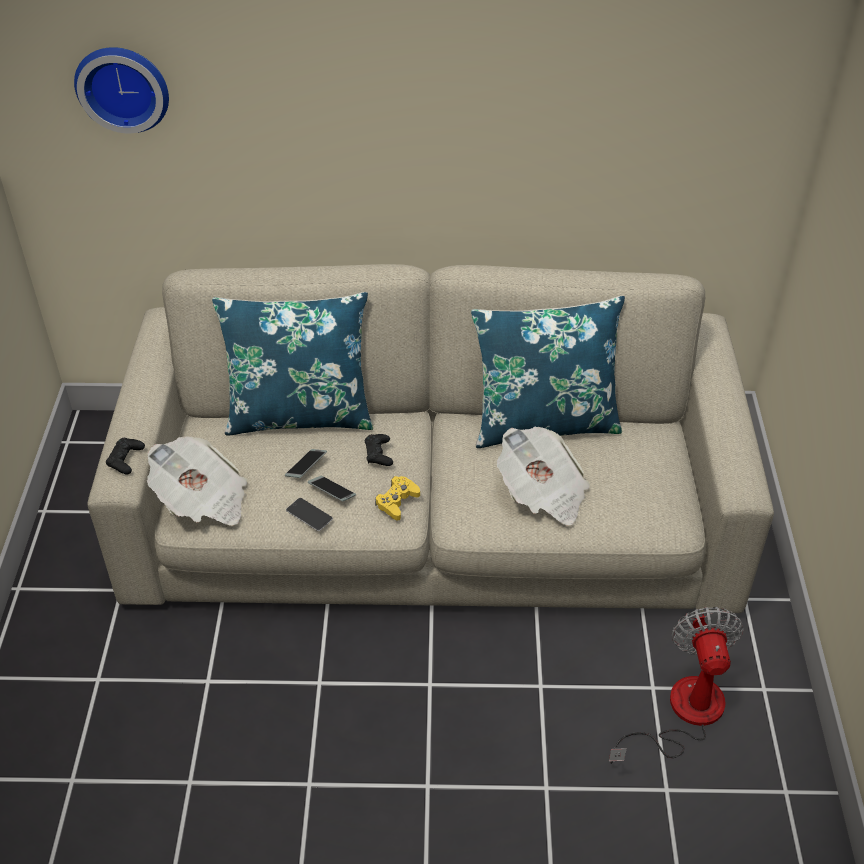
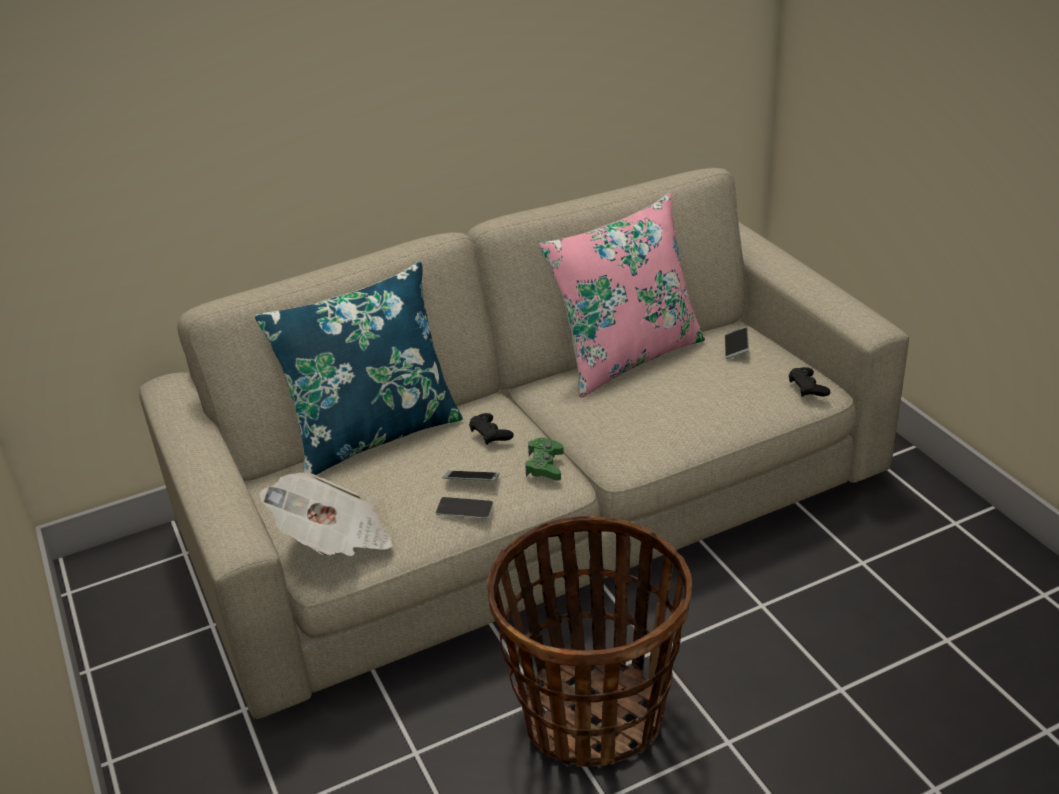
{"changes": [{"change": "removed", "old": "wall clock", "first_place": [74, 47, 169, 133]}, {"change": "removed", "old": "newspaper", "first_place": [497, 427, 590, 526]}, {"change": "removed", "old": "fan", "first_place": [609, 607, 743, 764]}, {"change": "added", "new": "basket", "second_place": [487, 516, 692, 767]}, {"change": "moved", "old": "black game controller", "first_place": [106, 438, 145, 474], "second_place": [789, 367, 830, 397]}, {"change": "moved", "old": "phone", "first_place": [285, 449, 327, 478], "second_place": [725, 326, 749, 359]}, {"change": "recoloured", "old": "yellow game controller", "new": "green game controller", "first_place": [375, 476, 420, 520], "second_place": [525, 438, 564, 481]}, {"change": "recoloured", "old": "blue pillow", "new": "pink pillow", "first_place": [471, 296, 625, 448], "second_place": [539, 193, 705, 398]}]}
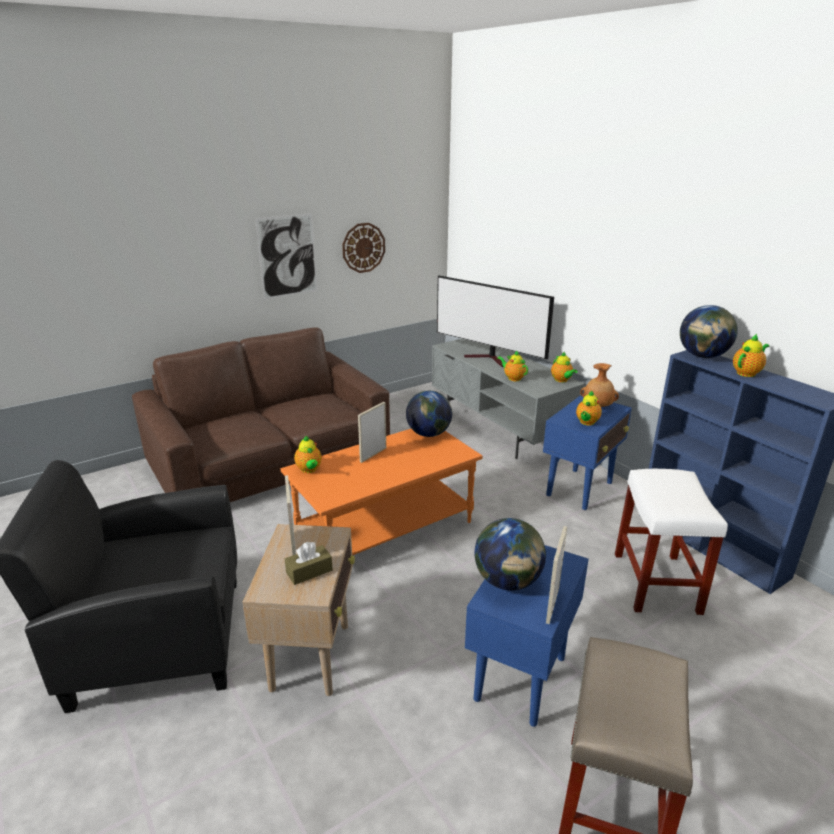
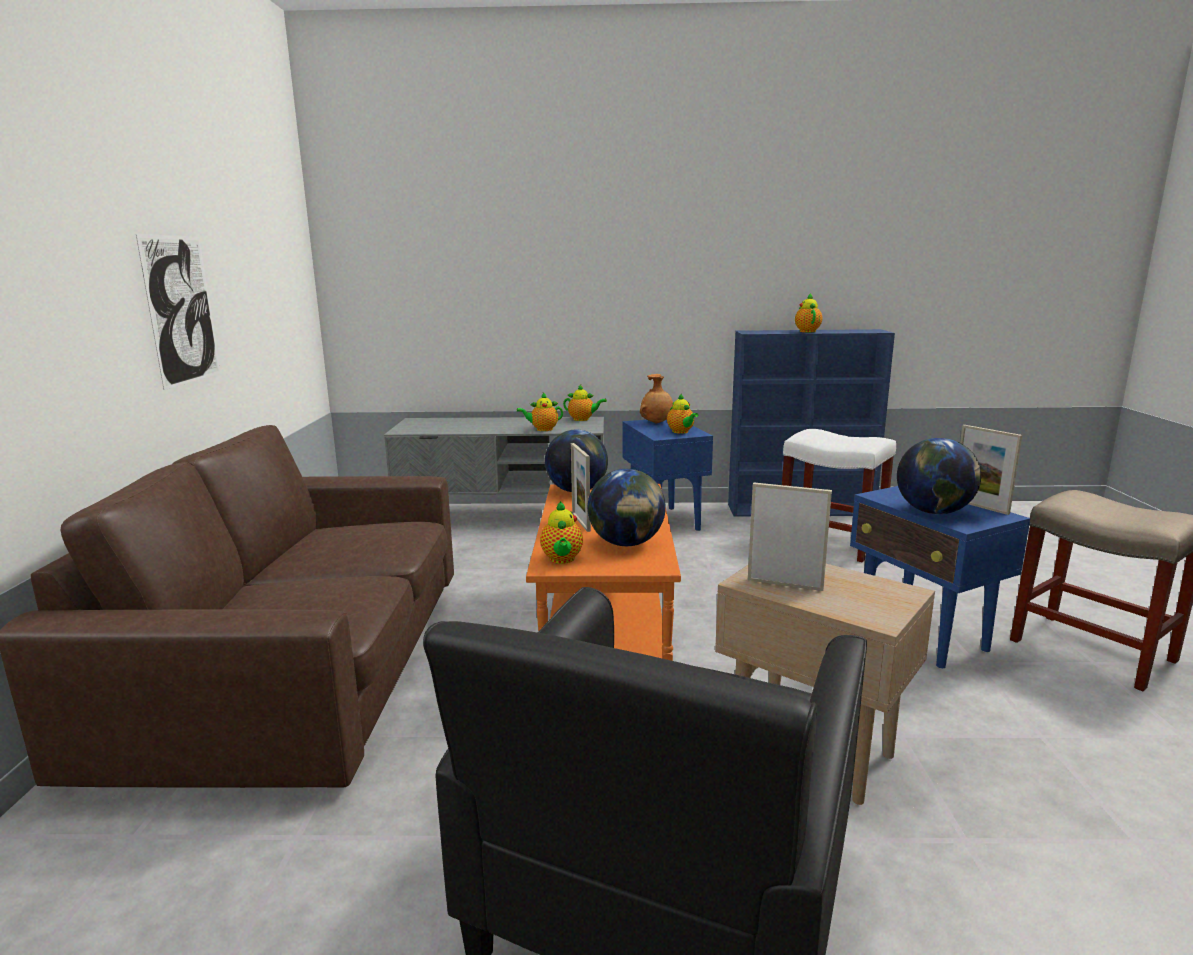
{"changes": [{"change": "removed", "old": "brown tissue box", "first_place": [285, 542, 333, 585]}, {"change": "removed", "old": "wall clock", "first_place": [342, 223, 385, 273]}, {"change": "removed", "old": "television", "first_place": [437, 275, 554, 367]}, {"change": "moved", "old": "globe", "first_place": [680, 305, 738, 358], "second_place": [588, 469, 666, 546]}, {"change": "turned", "old": "teapot", "first_place": [294, 436, 322, 473], "second_place": [540, 501, 583, 564], "degrees": 75}]}
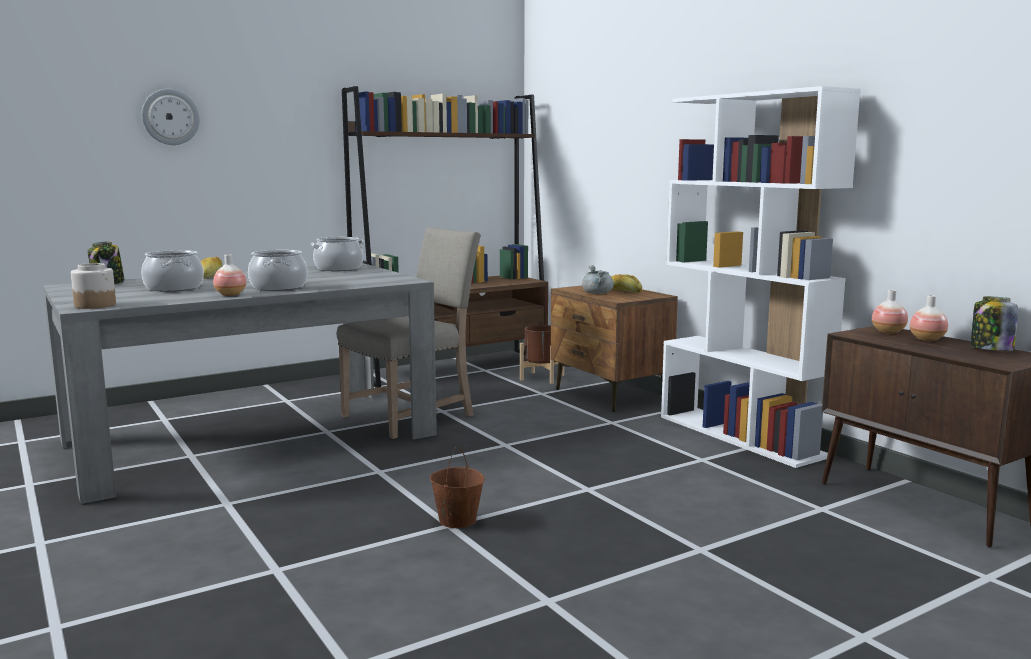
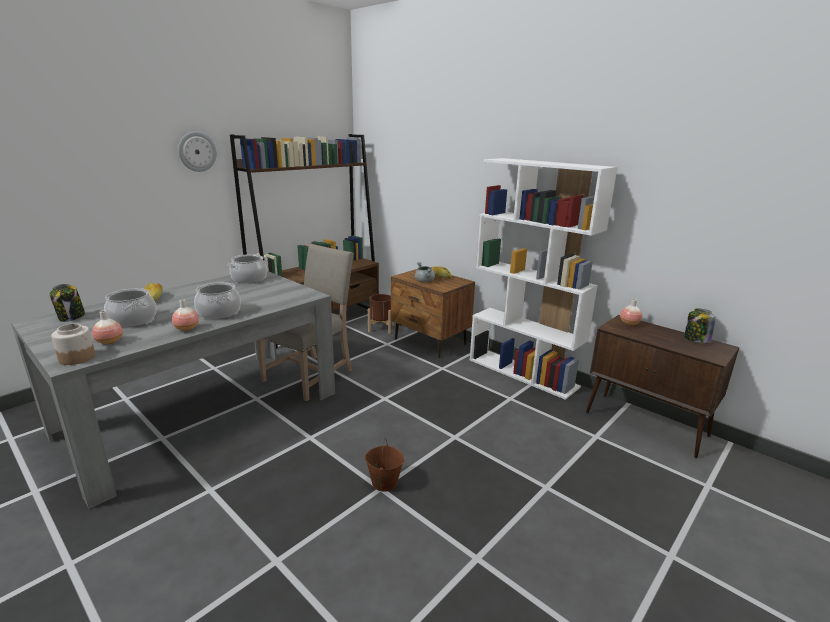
{"changes": [{"change": "moved", "old": "wall clock", "first_place": [142, 89, 200, 145], "second_place": [178, 132, 217, 172]}, {"change": "moved", "old": "vase", "first_place": [910, 295, 948, 341], "second_place": [92, 310, 123, 345]}]}
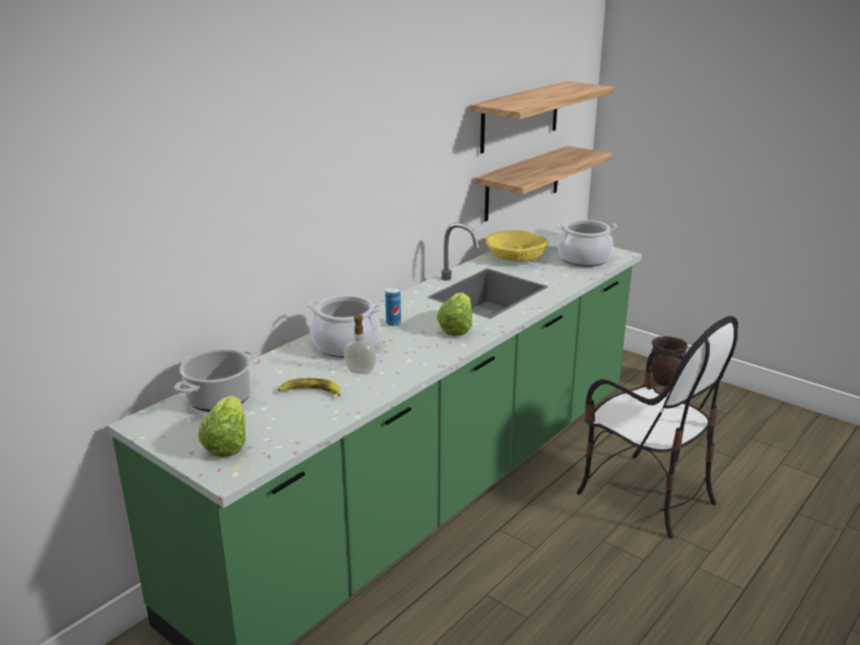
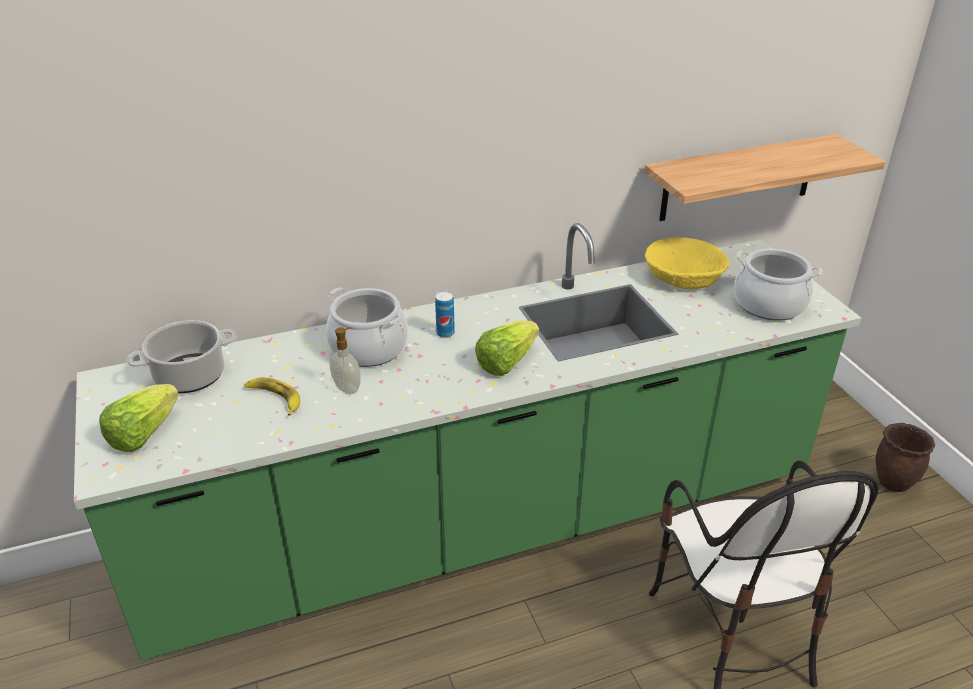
{"changes": [{"change": "removed", "old": "shelf", "first_place": [470, 81, 614, 154]}]}
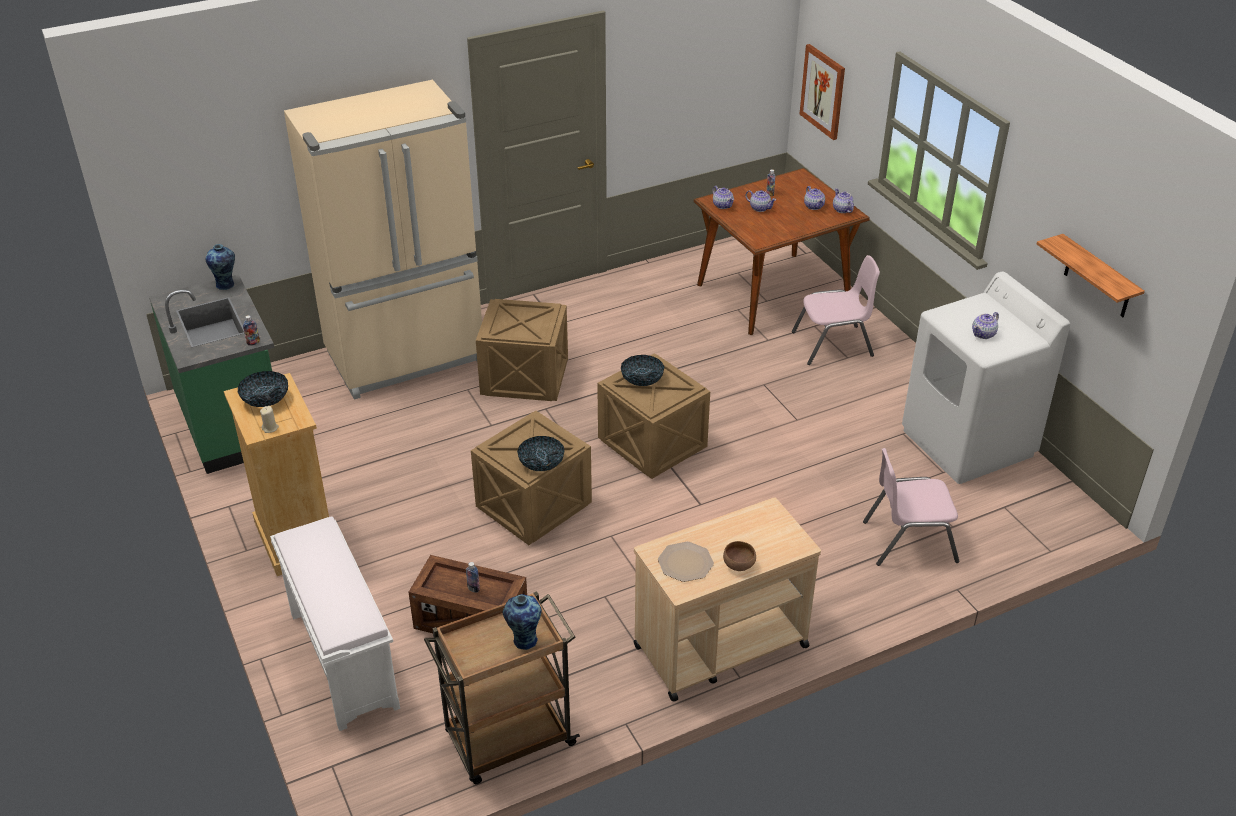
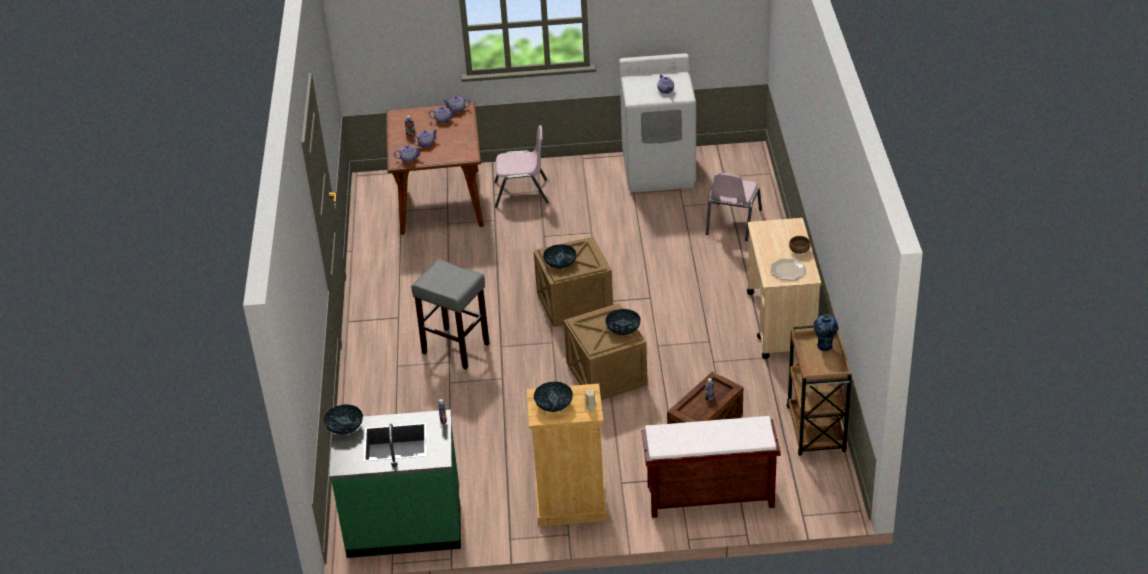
{"changes": [{"change": "removed", "old": "beige fridge", "first_place": [284, 80, 482, 400]}, {"change": "removed", "old": "picture", "first_place": [800, 44, 845, 140]}, {"change": "removed", "old": "shelf", "first_place": [1037, 234, 1145, 317]}, {"change": "replaced", "old": "vase", "new": "bowl", "first_place": [206, 244, 235, 290], "second_place": [324, 404, 363, 435]}, {"change": "replaced", "old": "crate", "new": "grey stool", "first_place": [476, 299, 568, 401], "second_place": [411, 259, 490, 369]}, {"change": "recoloured", "old": "white bench", "new": "brown bench", "first_place": [270, 517, 400, 731], "second_place": [641, 416, 781, 518]}, {"change": "turned", "old": "pink chair", "first_place": [792, 255, 880, 365], "second_place": [494, 125, 549, 208], "degrees": 75}]}
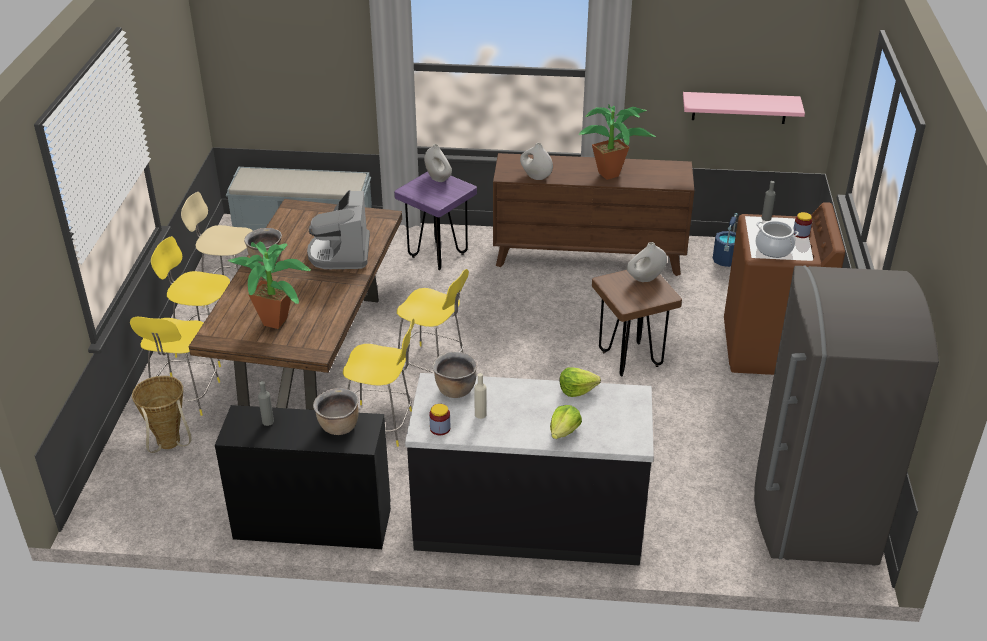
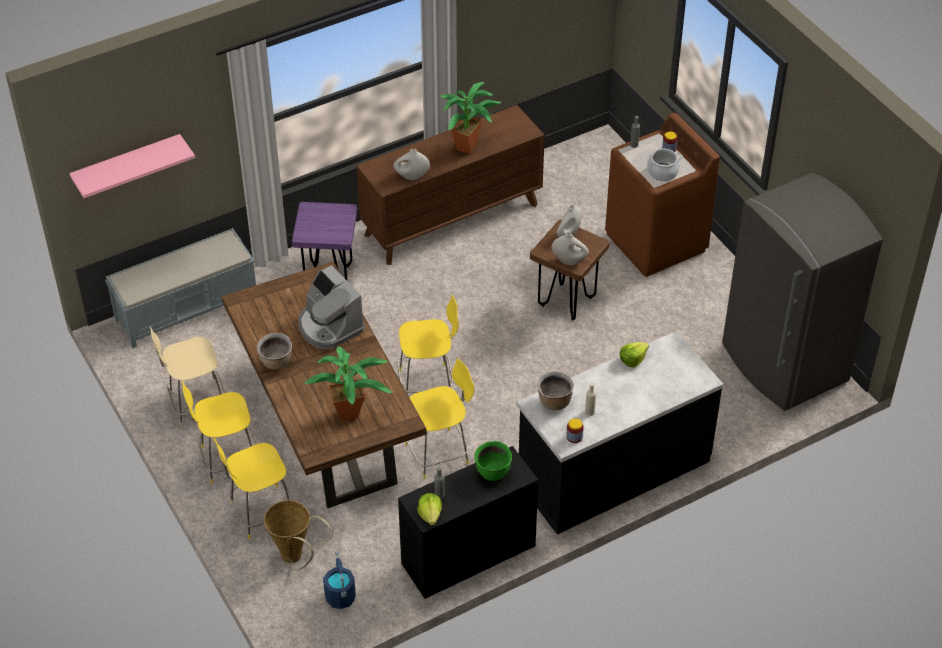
{"changes": [{"change": "moved", "old": "white vase", "first_place": [424, 144, 452, 182], "second_place": [552, 232, 589, 265]}, {"change": "moved", "old": "lettuce", "first_place": [550, 405, 582, 439], "second_place": [417, 493, 442, 525]}, {"change": "moved", "old": "pink shelf", "first_place": [683, 92, 805, 124], "second_place": [69, 134, 195, 198]}, {"change": "moved", "old": "blue bucket", "first_place": [713, 213, 738, 267], "second_place": [323, 551, 356, 609]}, {"change": "recoloured", "old": "brown cooking pot", "new": "green cooking pot", "first_place": [313, 388, 359, 435], "second_place": [475, 441, 512, 481]}, {"change": "turned", "old": "yellow chair", "first_place": [130, 317, 220, 416], "second_place": [213, 438, 293, 539], "degrees": 90}]}
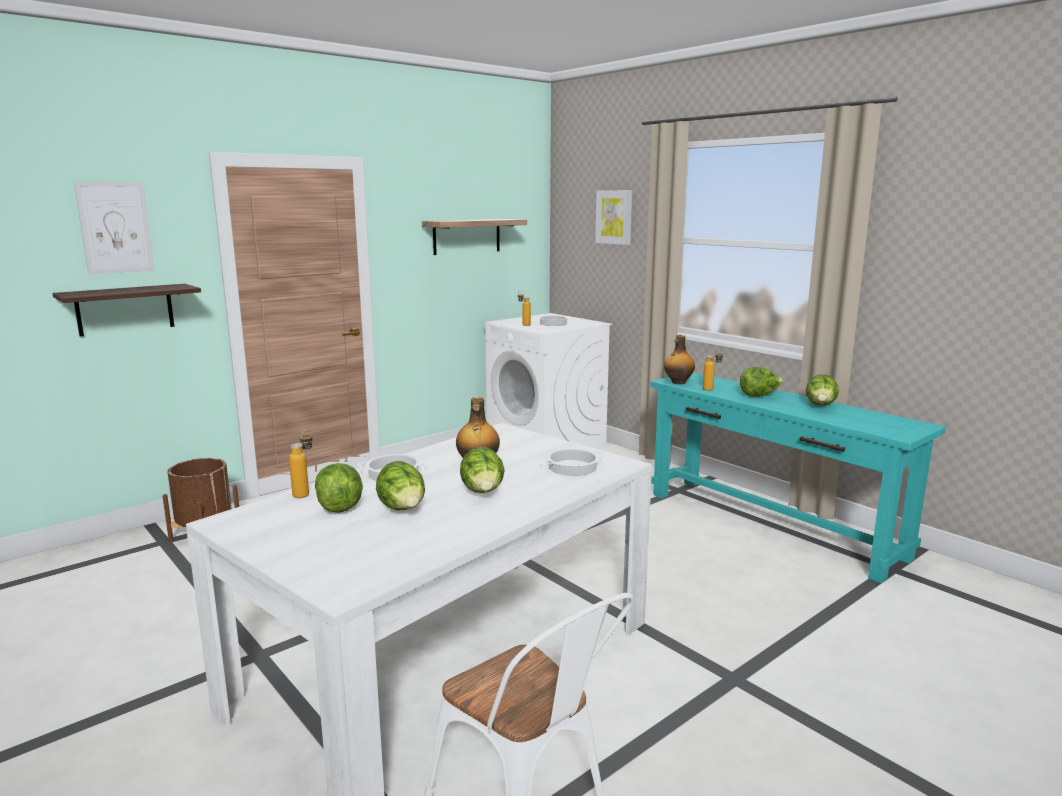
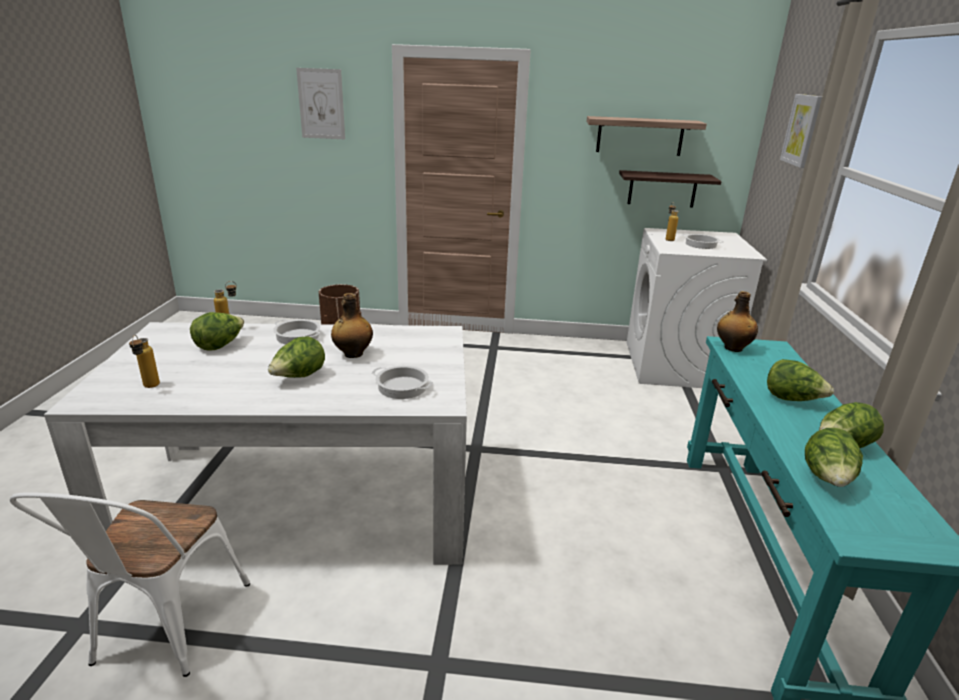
{"changes": [{"change": "moved", "old": "shelf", "first_place": [52, 284, 201, 336], "second_place": [619, 170, 721, 208]}, {"change": "moved", "old": "lettuce", "first_place": [376, 461, 425, 510], "second_place": [805, 428, 863, 487]}, {"change": "moved", "old": "bottle", "first_place": [703, 350, 724, 390], "second_place": [129, 335, 160, 388]}]}
